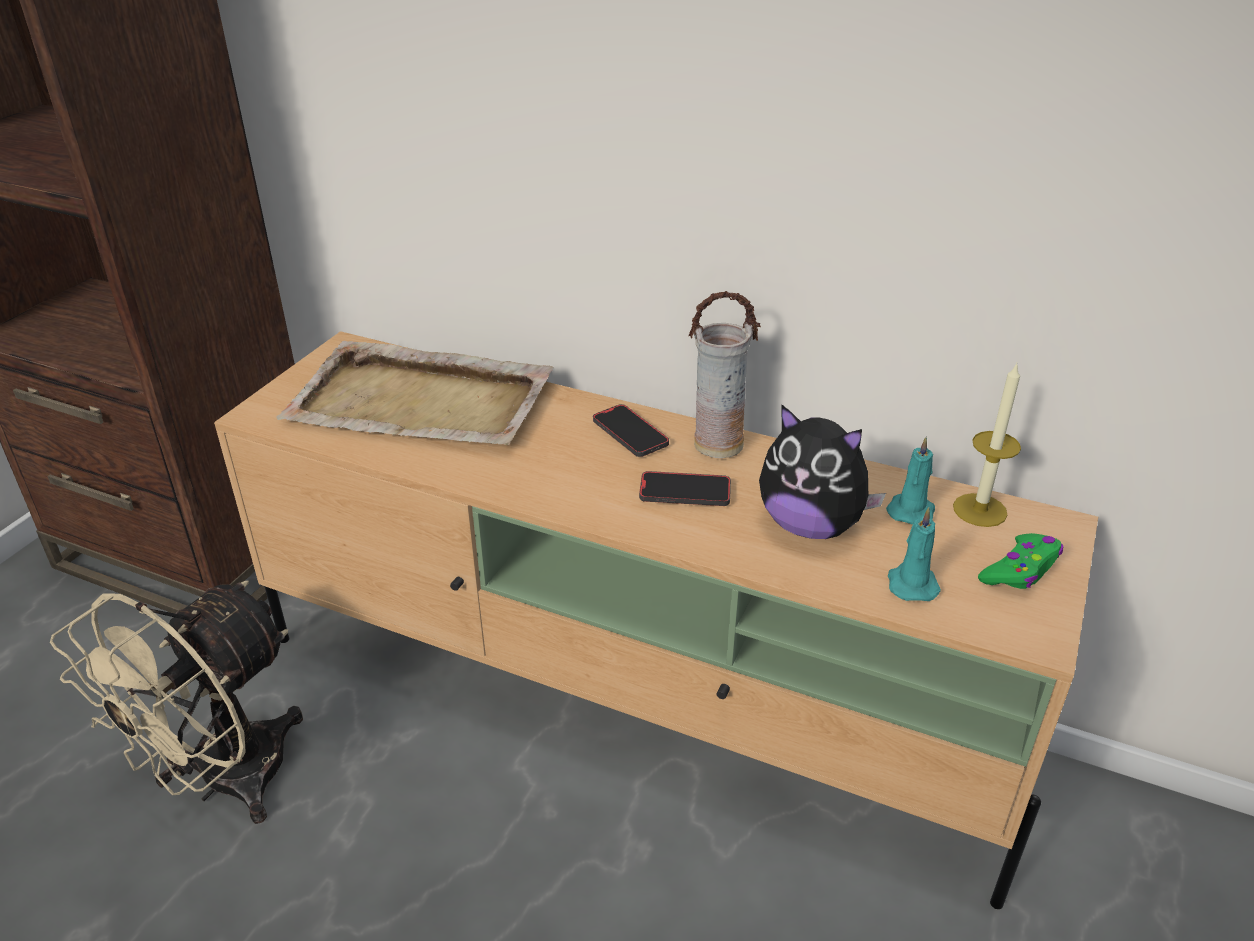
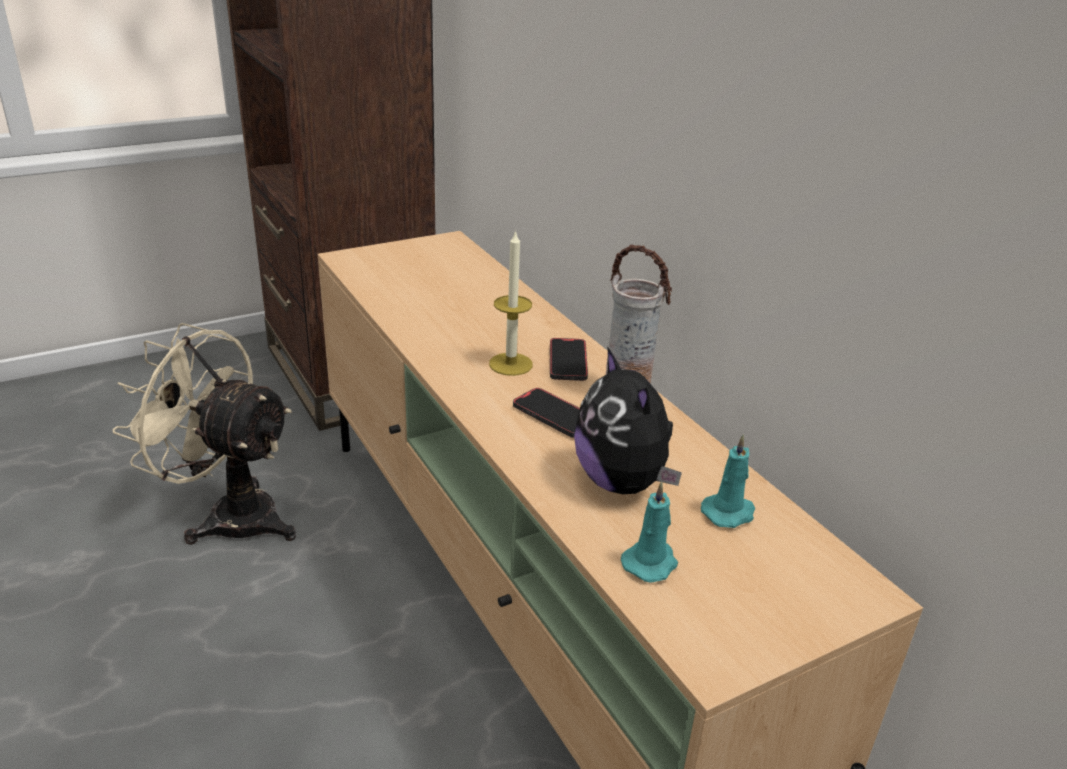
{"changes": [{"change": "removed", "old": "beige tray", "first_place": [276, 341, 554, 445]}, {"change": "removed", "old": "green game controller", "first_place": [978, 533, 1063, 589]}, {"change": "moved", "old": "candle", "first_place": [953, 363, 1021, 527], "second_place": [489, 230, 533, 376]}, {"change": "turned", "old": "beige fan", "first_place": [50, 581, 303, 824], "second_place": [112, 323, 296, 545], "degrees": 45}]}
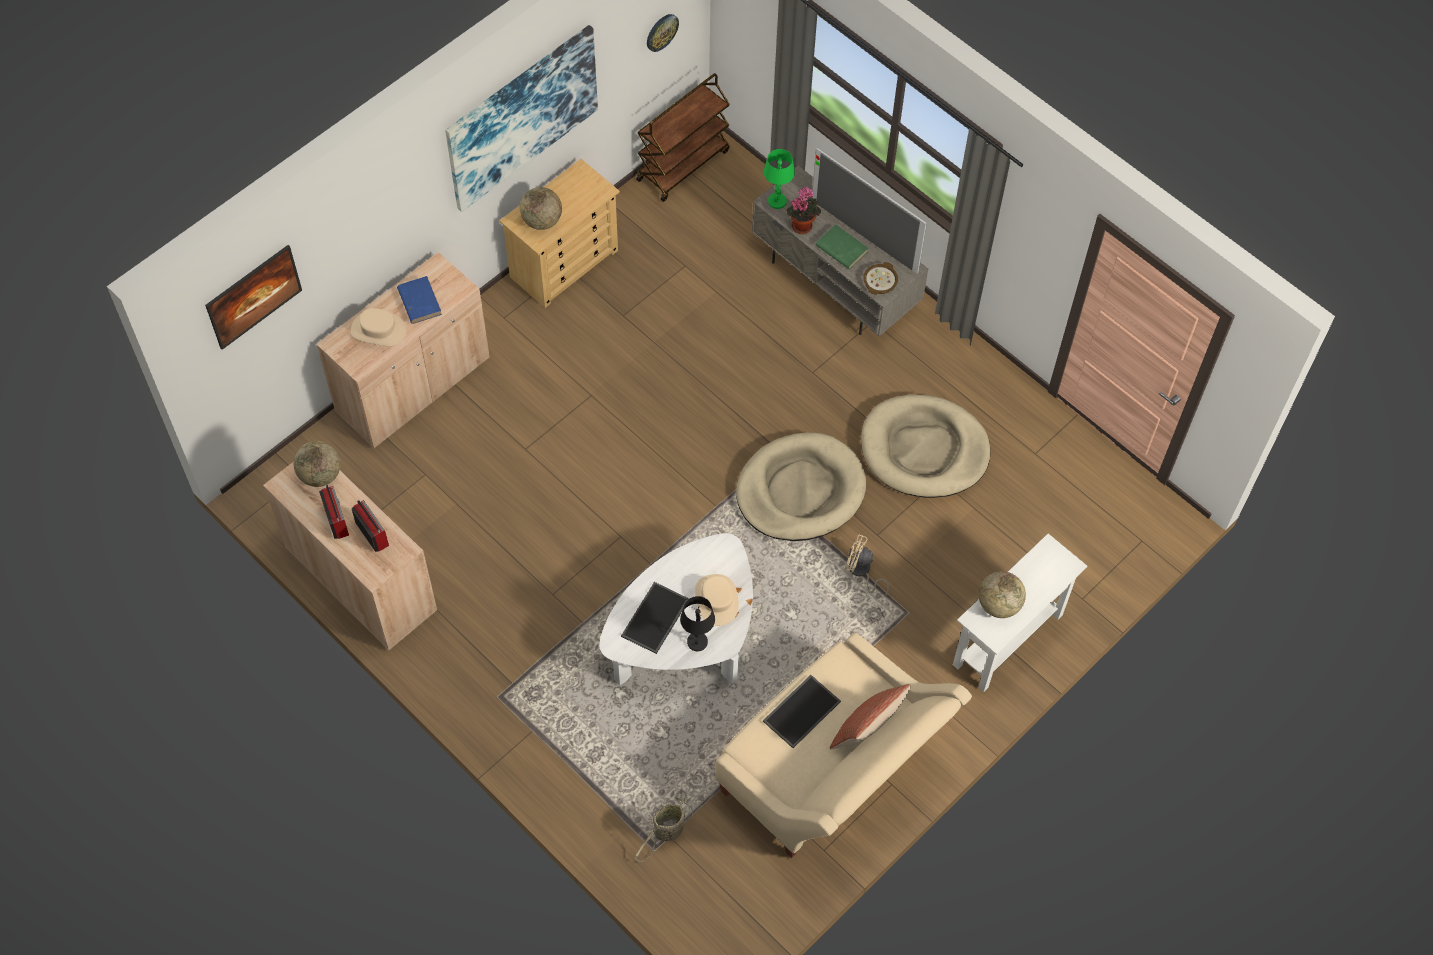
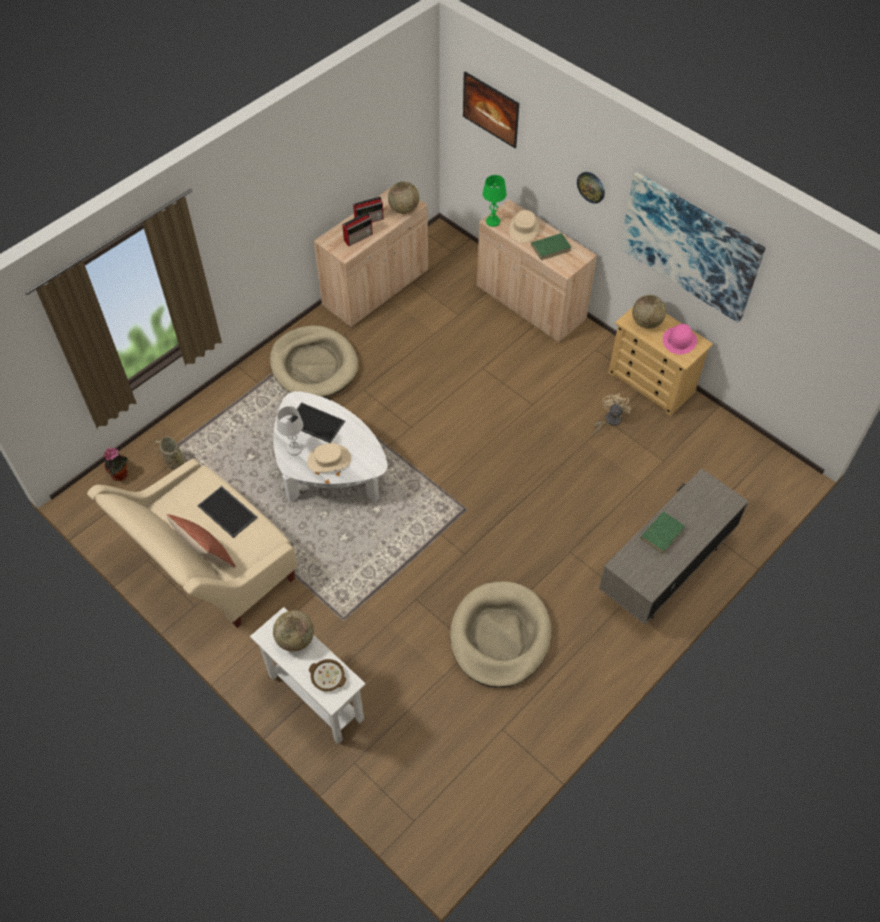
{"changes": [{"change": "removed", "old": "brown cart", "first_place": [636, 73, 730, 202]}, {"change": "removed", "old": "television", "first_place": [812, 147, 927, 274]}, {"change": "added", "new": "pink hat", "second_place": [663, 324, 697, 354]}, {"change": "moved", "old": "wall clock", "first_place": [647, 14, 679, 52], "second_place": [577, 172, 605, 204]}, {"change": "moved", "old": "beige dog bed", "first_place": [736, 432, 866, 541], "second_place": [270, 325, 358, 397]}, {"change": "moved", "old": "green table lamp", "first_place": [764, 149, 795, 209], "second_place": [483, 175, 507, 227]}, {"change": "moved", "old": "potted plant", "first_place": [786, 187, 821, 234], "second_place": [104, 448, 128, 481]}, {"change": "moved", "old": "beige fan", "first_place": [845, 534, 889, 596], "second_place": [592, 394, 632, 435]}, {"change": "moved", "old": "bowl", "first_place": [863, 262, 898, 295], "second_place": [309, 659, 346, 691]}, {"change": "recoloured", "old": "blue book", "new": "green book", "first_place": [397, 276, 442, 324], "second_place": [531, 233, 571, 260]}, {"change": "recoloured", "old": "black table lamp", "new": "white table lamp", "first_place": [680, 596, 715, 651], "second_place": [277, 406, 303, 455]}]}
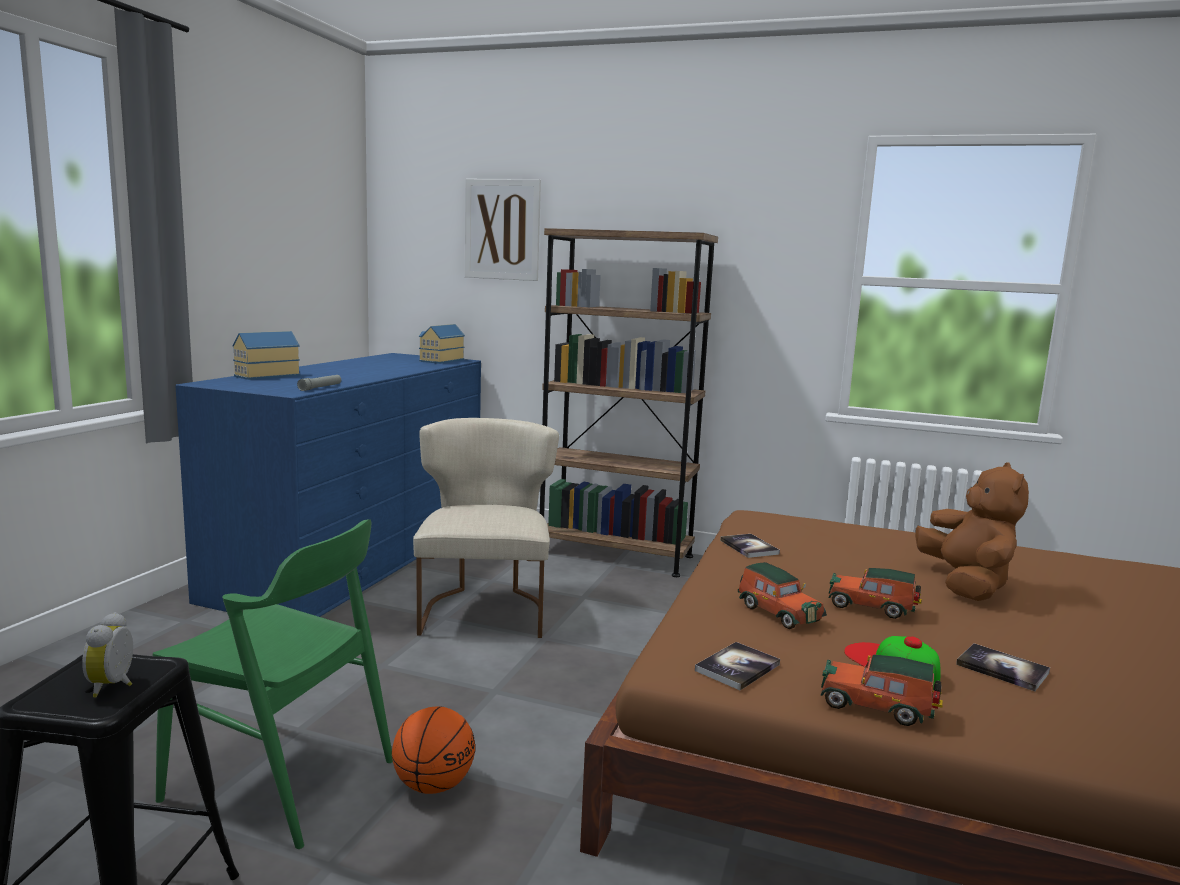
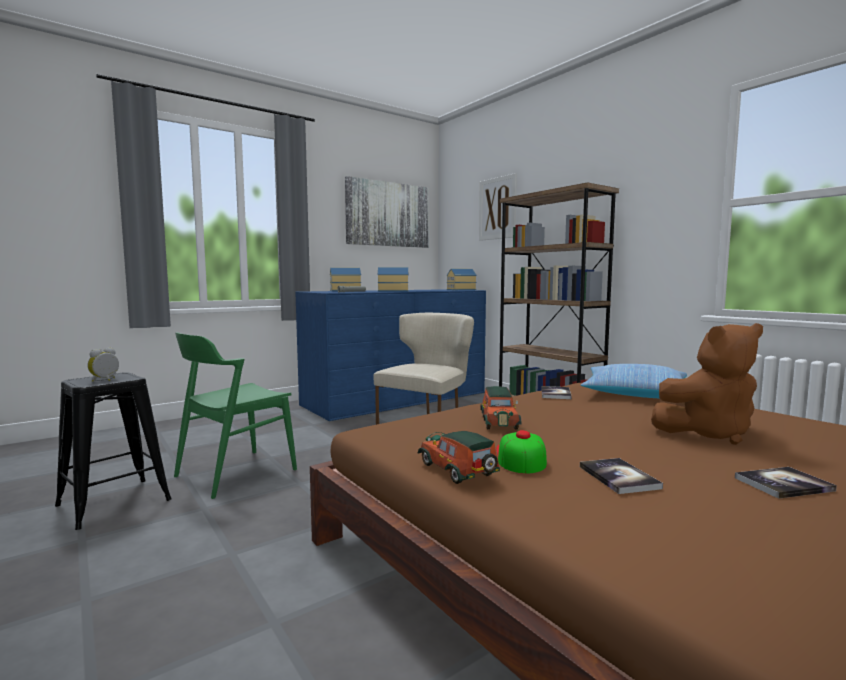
{"changes": [{"change": "removed", "old": "basketball", "first_place": [392, 706, 475, 794]}, {"change": "removed", "old": "toy car", "first_place": [828, 568, 922, 619]}, {"change": "added", "new": "picture", "second_place": [345, 176, 429, 248]}, {"change": "added", "new": "toy house", "second_place": [378, 267, 408, 291]}, {"change": "added", "new": "pillow", "second_place": [581, 364, 687, 398]}, {"change": "moved", "old": "book", "first_place": [695, 642, 780, 690], "second_place": [735, 467, 837, 499]}, {"change": "turned", "old": "green chair", "first_place": [153, 519, 393, 849], "second_place": [174, 332, 297, 499], "degrees": 75}, {"change": "turned", "old": "brown plush toy", "first_place": [915, 462, 1029, 601], "second_place": [651, 323, 763, 445], "degrees": 45}]}
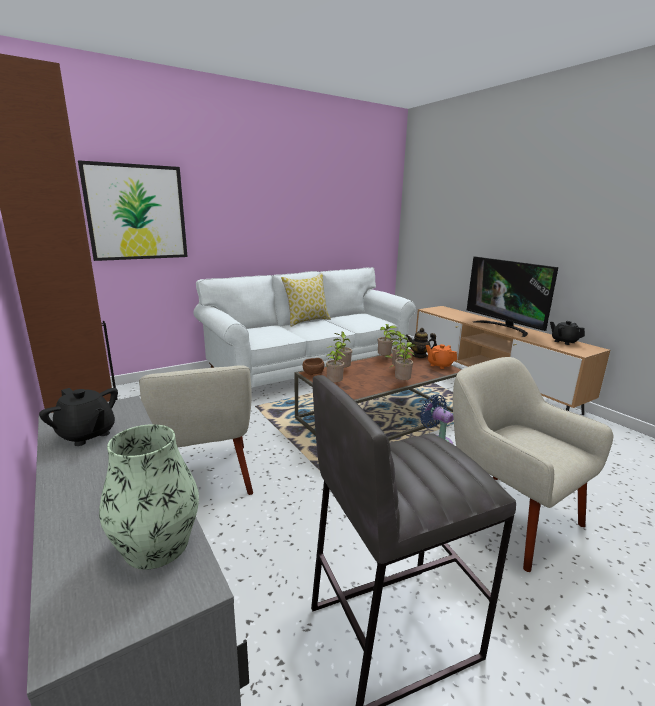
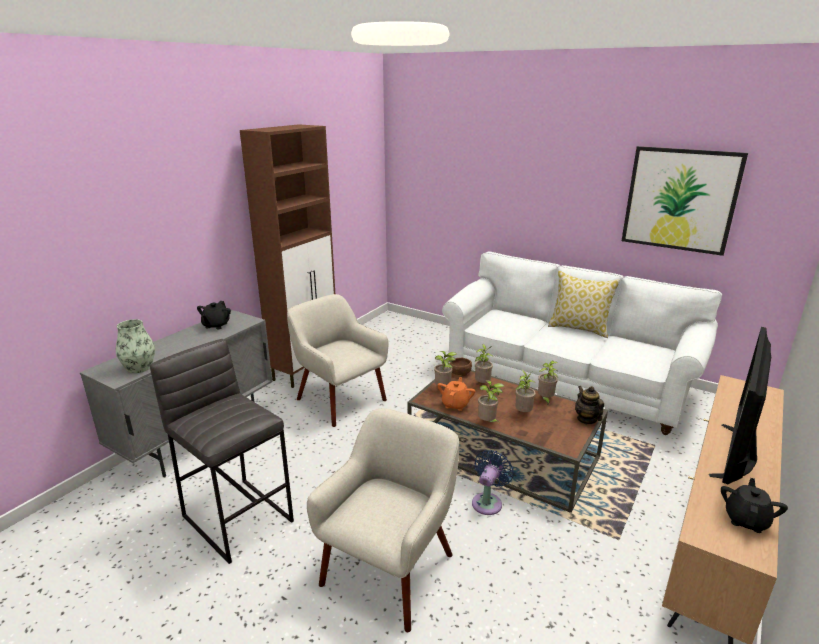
{"changes": [{"change": "moved", "old": "picture", "first_place": [78, 160, 188, 261], "second_place": [622, 146, 748, 256]}, {"change": "moved", "old": "orange teapot", "first_place": [426, 344, 457, 369], "second_place": [438, 377, 475, 411]}, {"change": "turned", "old": "beige armchair", "first_place": [139, 366, 253, 495], "second_place": [287, 294, 388, 427], "degrees": 90}]}
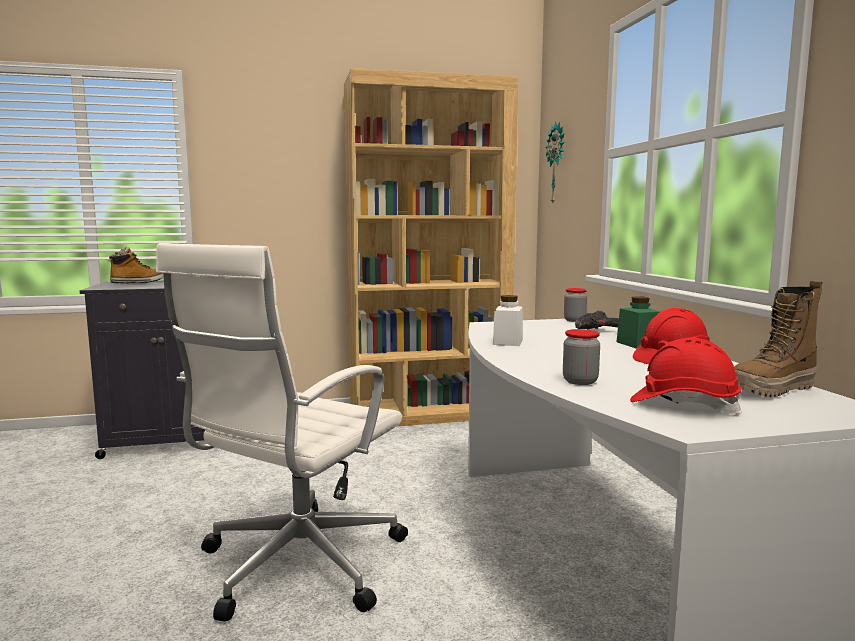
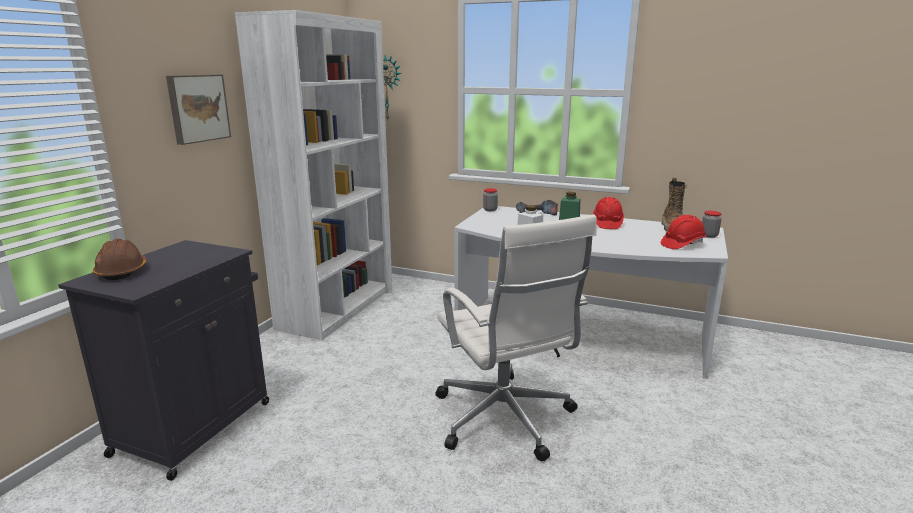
{"changes": [{"change": "added", "new": "picture", "second_place": [166, 74, 231, 145]}, {"change": "moved", "old": "jar", "first_place": [563, 329, 600, 385], "second_place": [702, 211, 722, 238]}, {"change": "replaced", "old": "boot", "new": "brown hard hat", "first_place": [109, 247, 164, 283], "second_place": [93, 239, 146, 280]}, {"change": "recoloured", "old": "brown bookcase", "new": "white bookcase", "first_place": [344, 68, 518, 427], "second_place": [235, 10, 392, 340]}]}
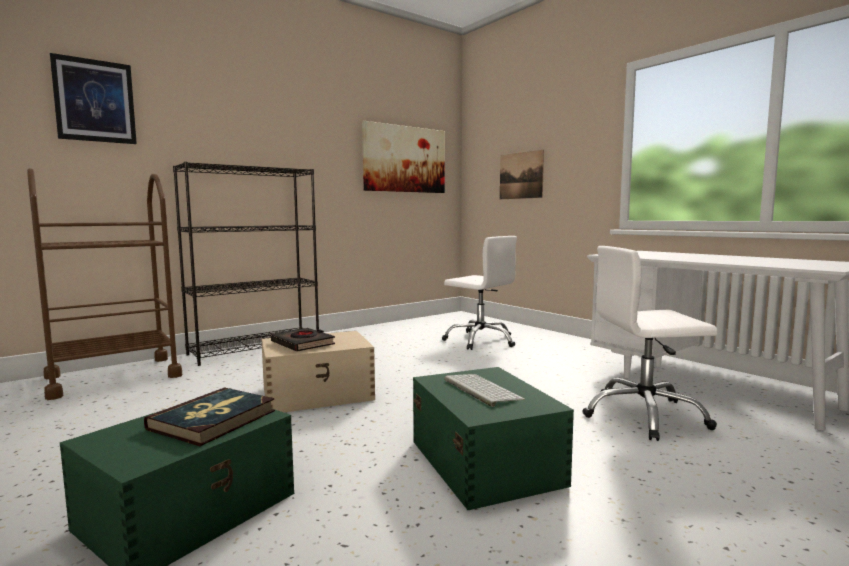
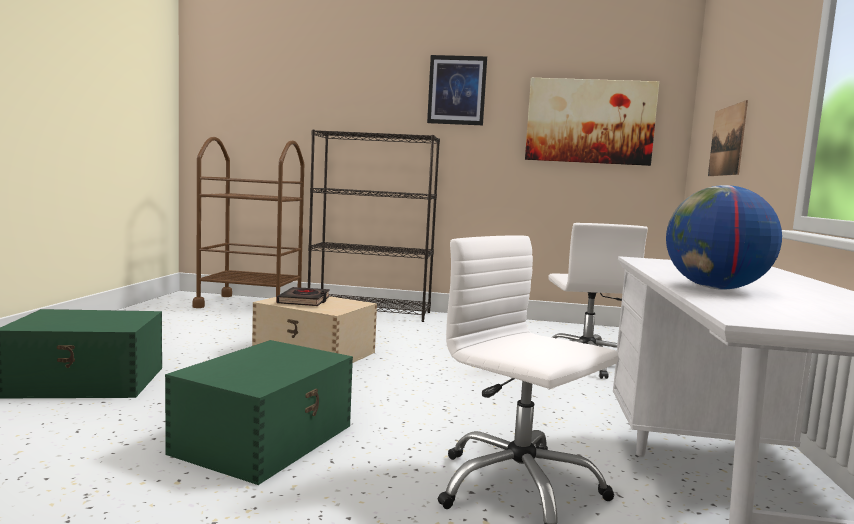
{"changes": [{"change": "removed", "old": "book", "first_place": [144, 387, 275, 446]}, {"change": "removed", "old": "keyboard", "first_place": [444, 374, 525, 407]}, {"change": "added", "new": "globe", "second_place": [666, 185, 782, 289]}, {"change": "moved", "old": "picture", "first_place": [50, 53, 137, 144], "second_place": [427, 55, 487, 125]}]}
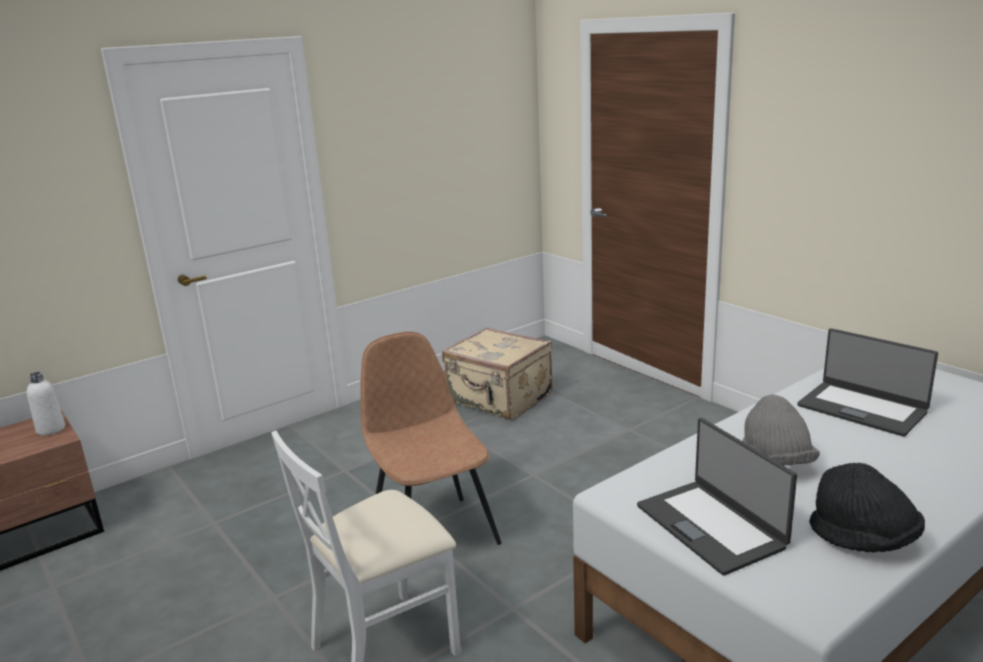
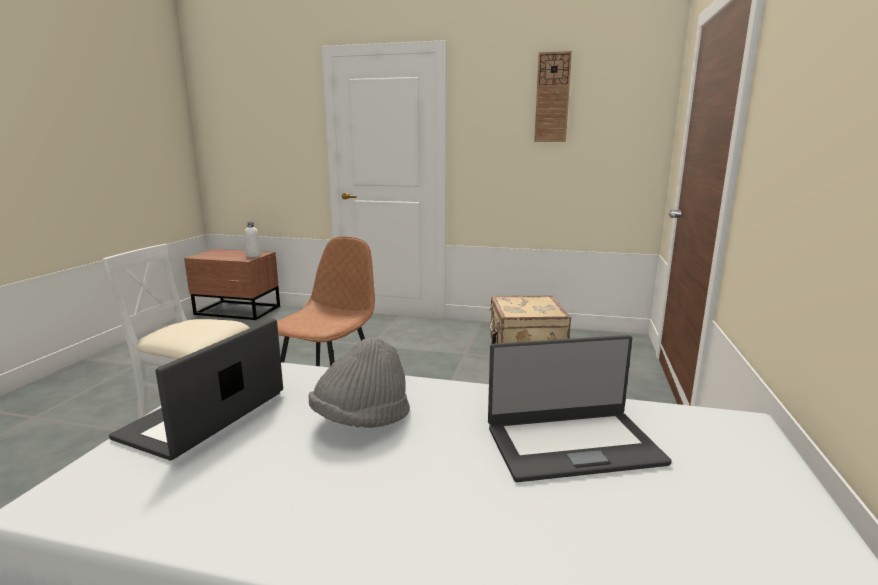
{"changes": [{"change": "removed", "old": "black hat", "first_place": [809, 463, 925, 552]}, {"change": "added", "new": "wall clock", "second_place": [534, 51, 572, 142]}, {"change": "turned", "old": "laptop", "first_place": [797, 328, 938, 437], "second_place": [488, 335, 672, 482], "degrees": -105}]}
